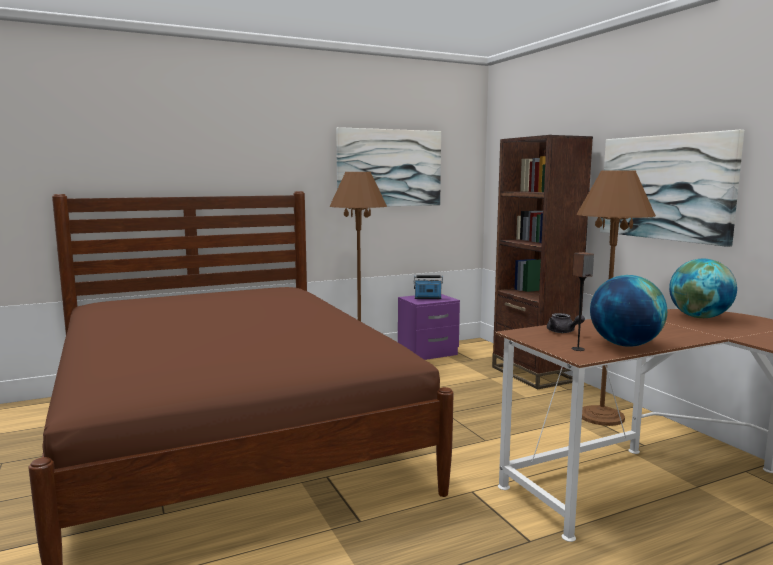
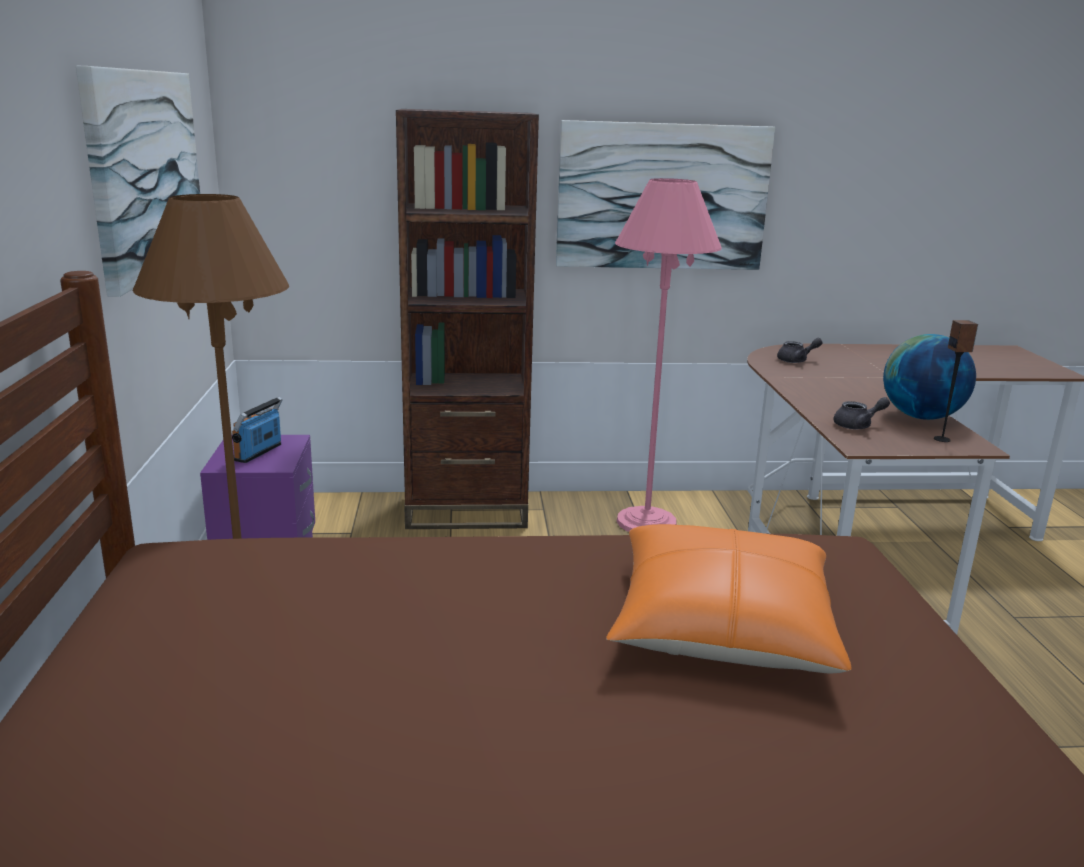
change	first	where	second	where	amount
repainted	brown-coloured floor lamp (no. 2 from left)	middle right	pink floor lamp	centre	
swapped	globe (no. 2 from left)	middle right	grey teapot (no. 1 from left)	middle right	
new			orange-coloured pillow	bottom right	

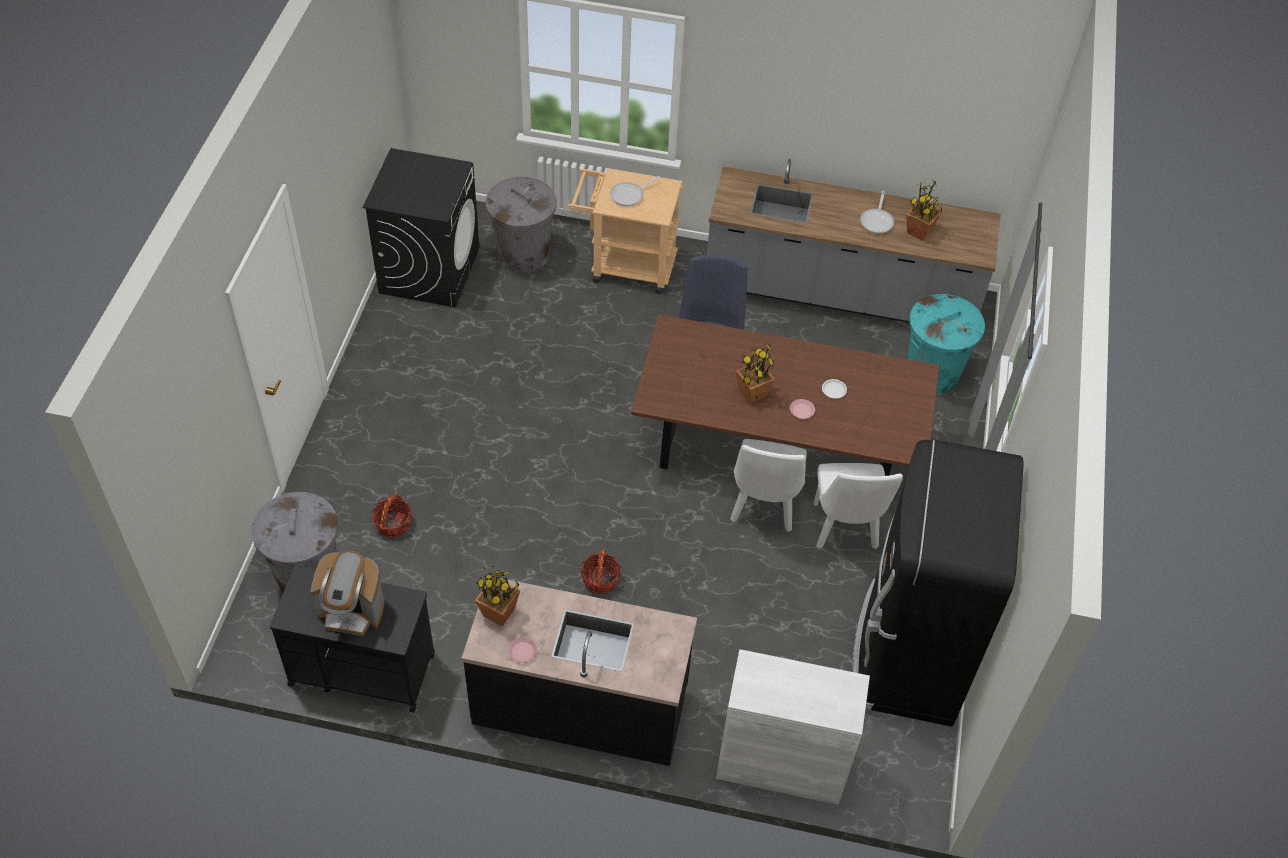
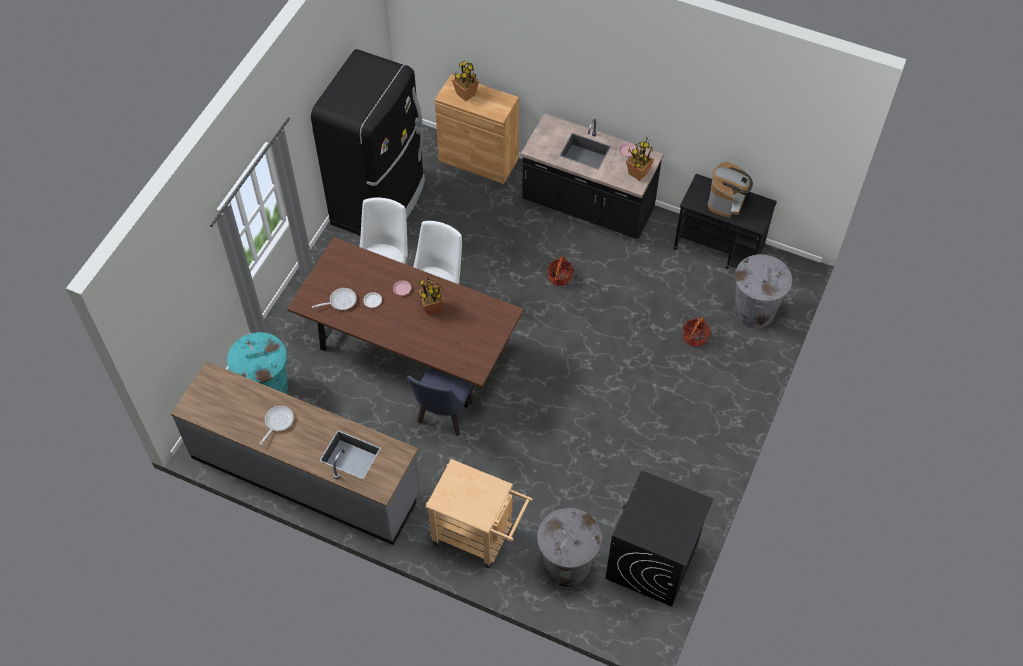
change	first	where	second	where	amount
rotated	coffee brewer	bottom left		top right	90 degrees clockwise
shifted	frying pan (no. 1 from left in the first image)	top centre	frying pan (no. 2 from left)	middle left	
repainted	white-coloured cupboard	bottom centre	brown-coloured cupboard	top centre	
shifted	houseplant (no. 3 from left in the first image)	top right	houseplant (no. 2 from left)	top centre	

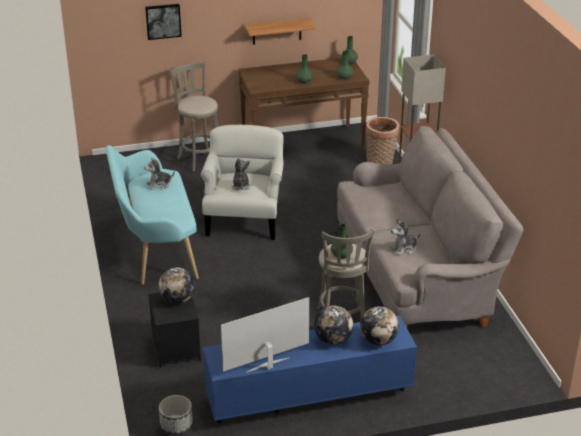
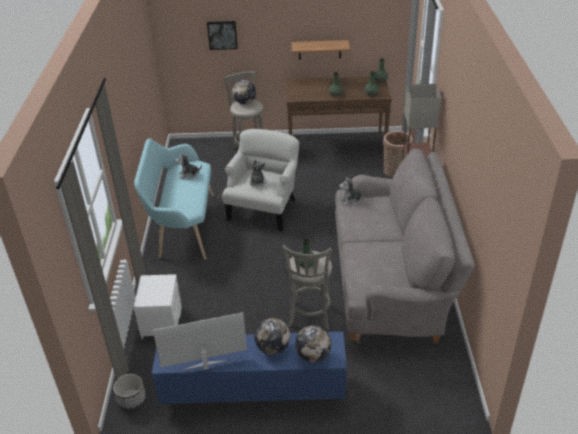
change	first	where	second	where	amount
repainted	black-coloured bedside table	bottom left	white-coloured bedside table	bottom left	
shifted	globe (no. 1 from left)	middle left		top centre	
shifted	plush toy (no. 3 from left)	middle right		centre	

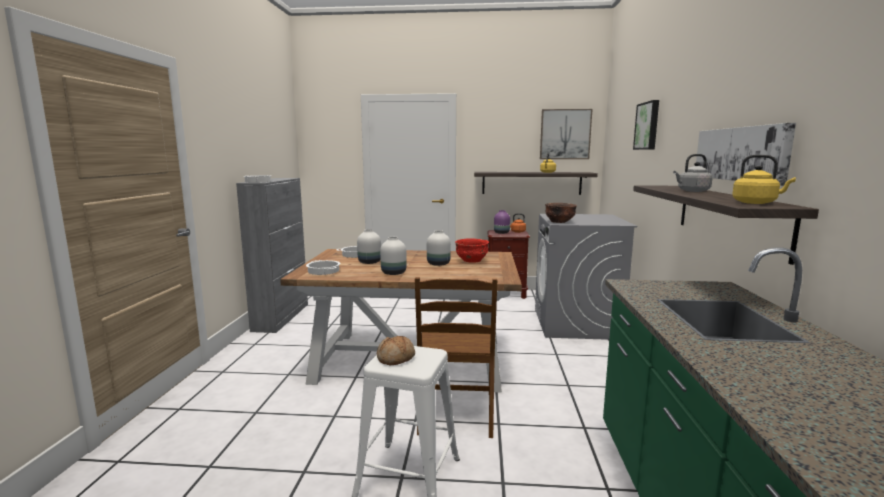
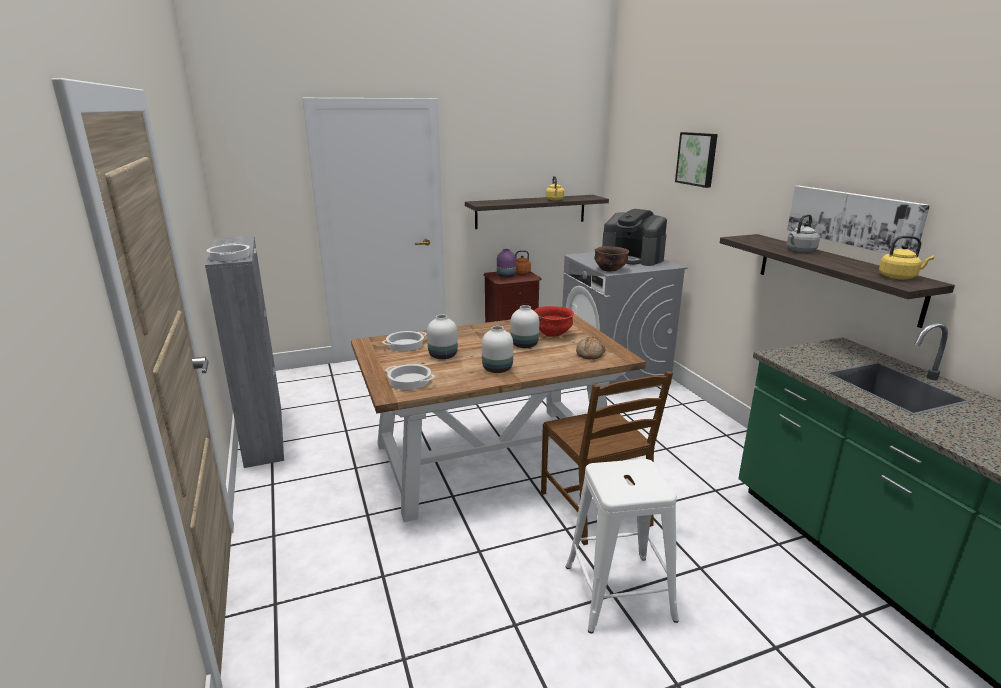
change	first	where	second	where	amount
shifted	baked bread	bottom centre		centre	
gone	wall picture (no. 1 from left)	top centre			
new			coffee brewer	centre	

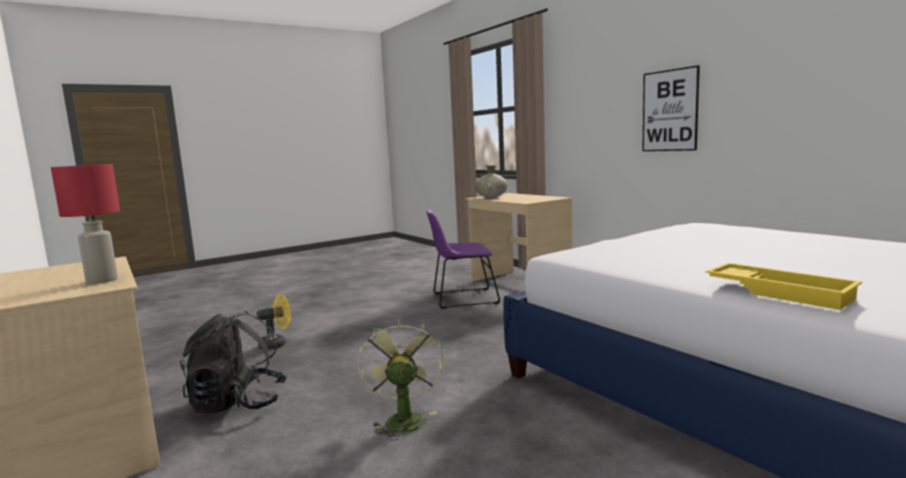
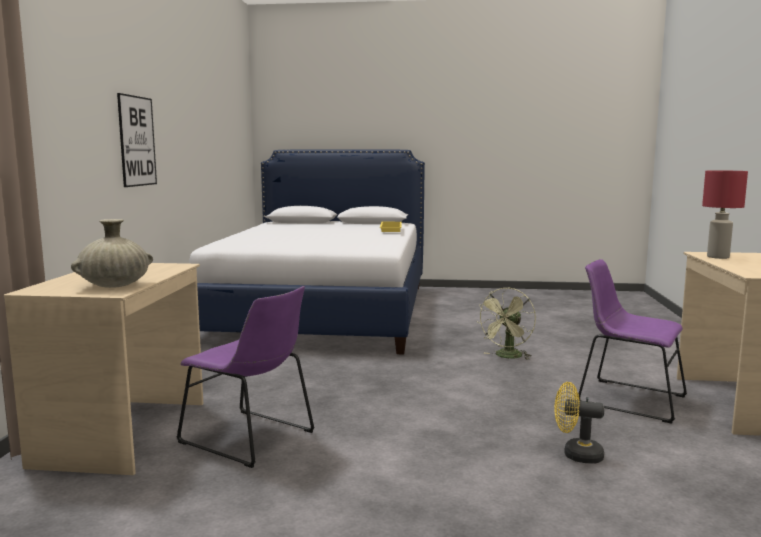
change	first	where	second	where	amount
swapped	black-coloured rucksack	bottom left	purple upright chair (no. 2 from left)	middle right	

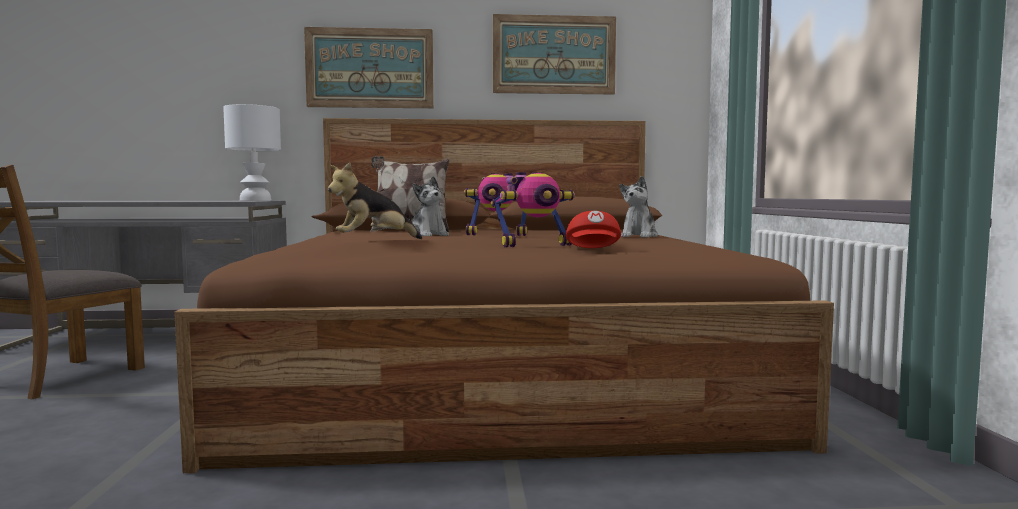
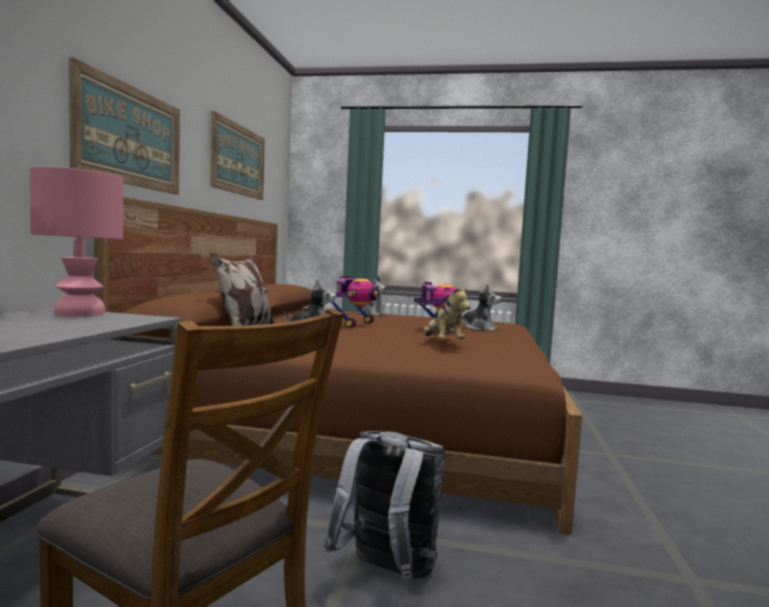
change	first	where	second	where	amount
repainted	white-coloured lamp for a table	top left	pink lamp for a table	middle left	
swapped	reddish cap	centre	plush toy (no. 4 from left)	centre	
new			grey rucksack	bottom centre	

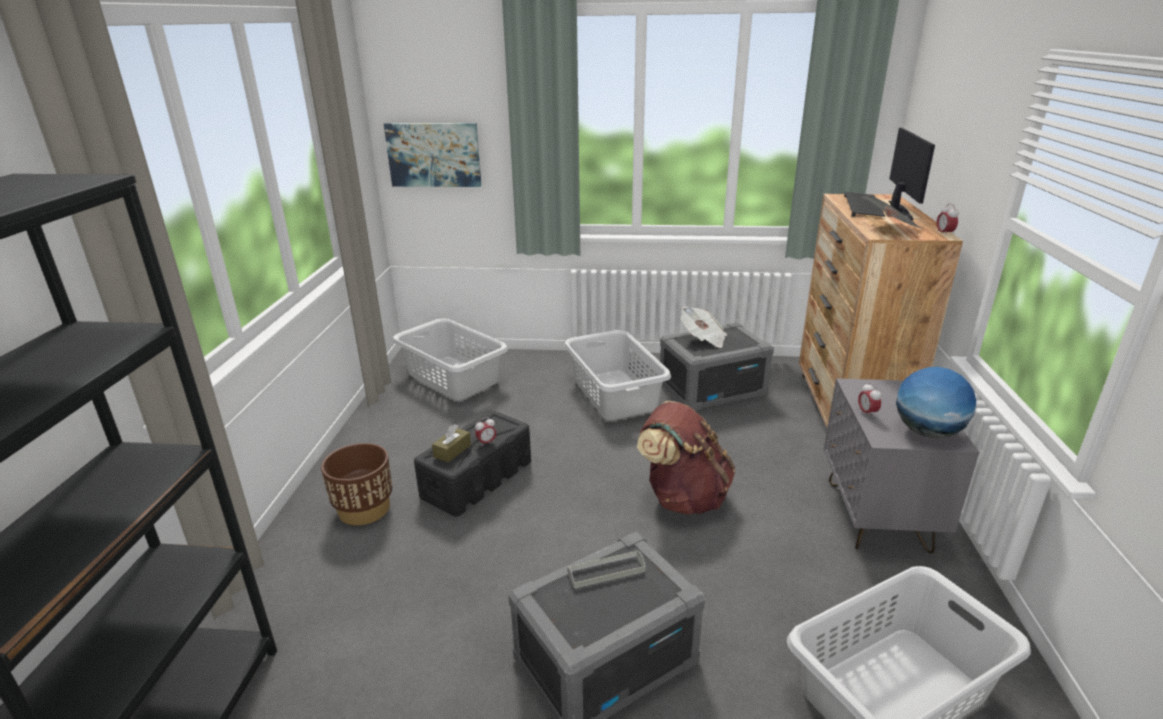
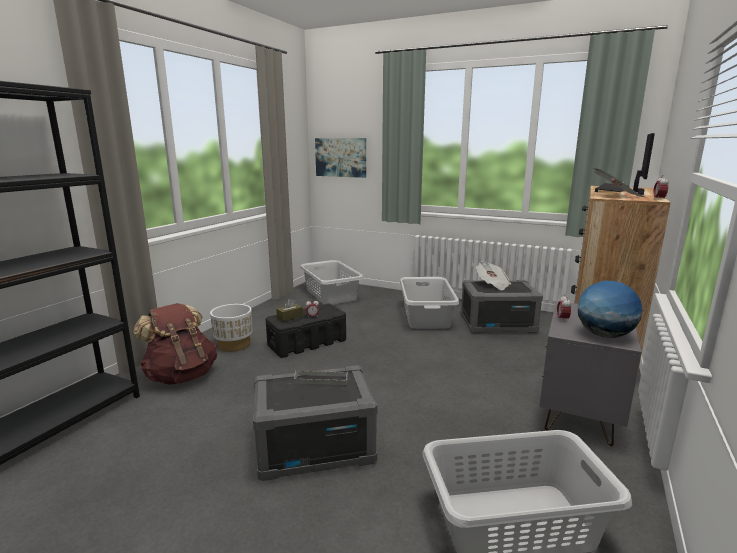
change	first	where	second	where	amount
repainted	brown-coloured flower pot	bottom left	white-coloured flower pot	middle left	
shifted	brown-coloured rucksack	centre		middle left	

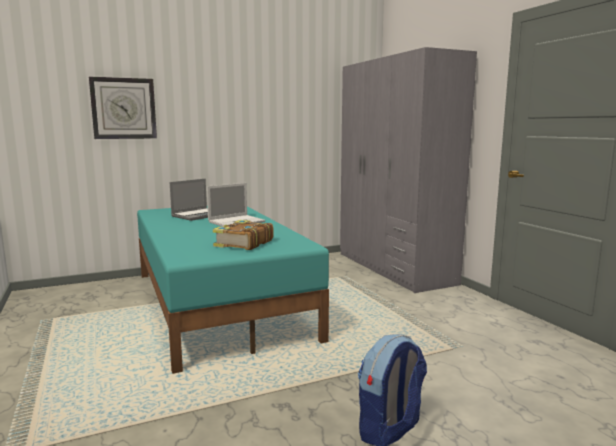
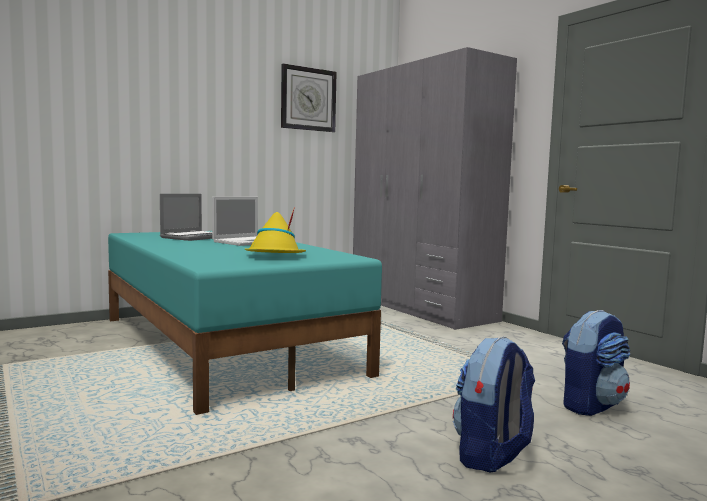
change	first	where	second	where	amount
shifted	wall clock	top left		top centre	
swapped	book	centre	yellow clothing hat	centre	
new			rucksack (no. 2 from left)	bottom right	

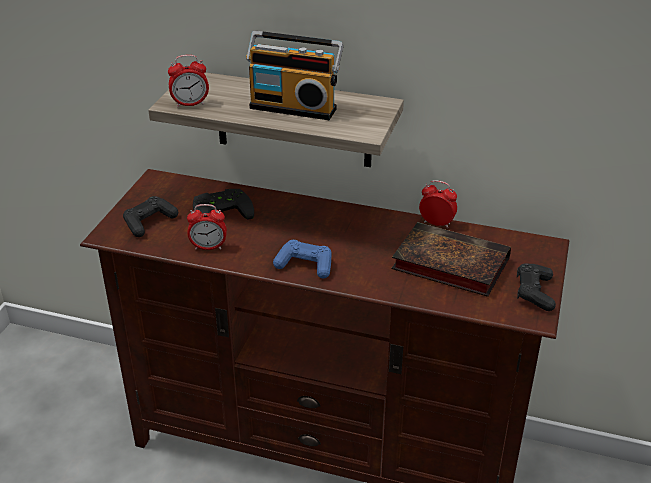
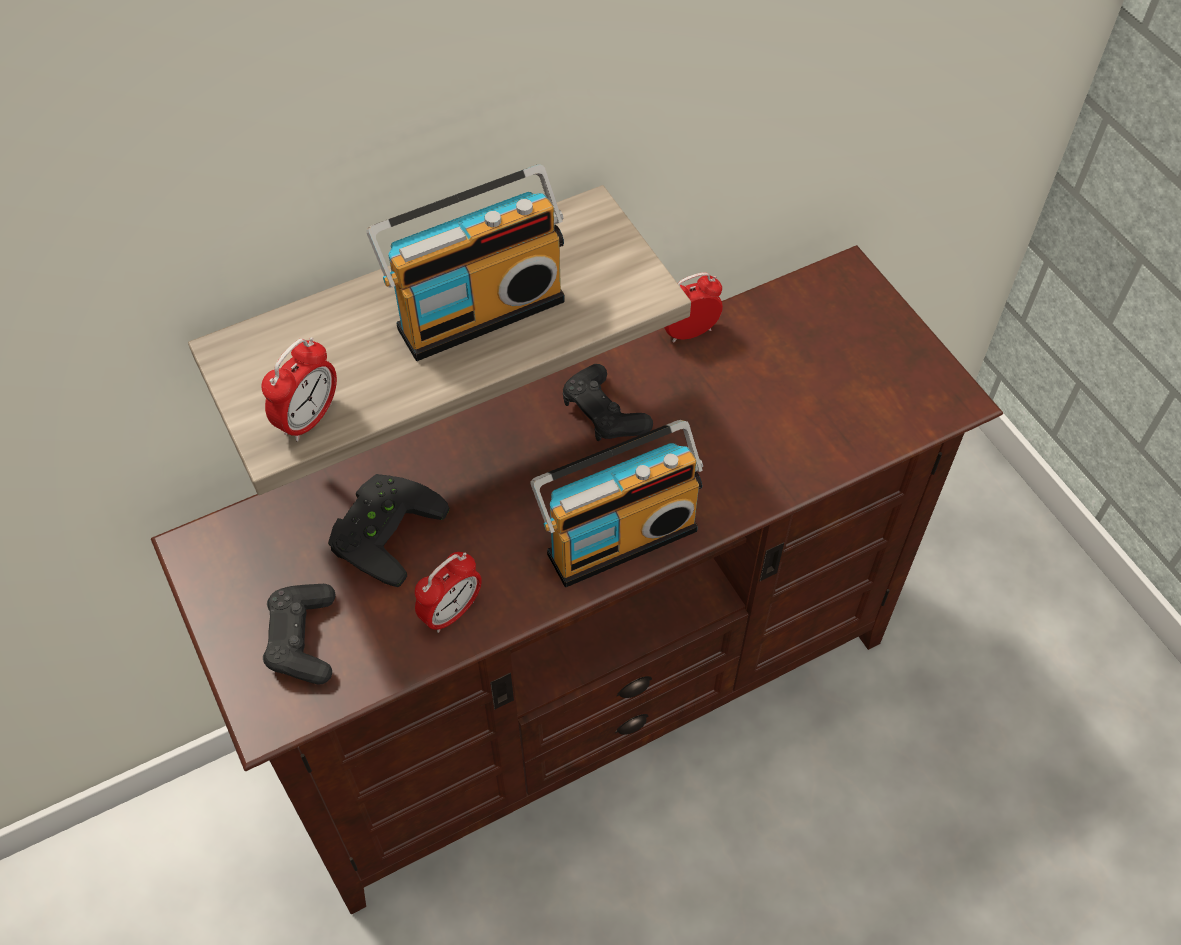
change	first	where	second	where	amount
swapped	blue-coloured gamepad	centre	radio (no. 2 from left)	centre	
gone	book	middle right			
shifted	black-coloured gamepad (no. 3 from left)	middle right		centre	

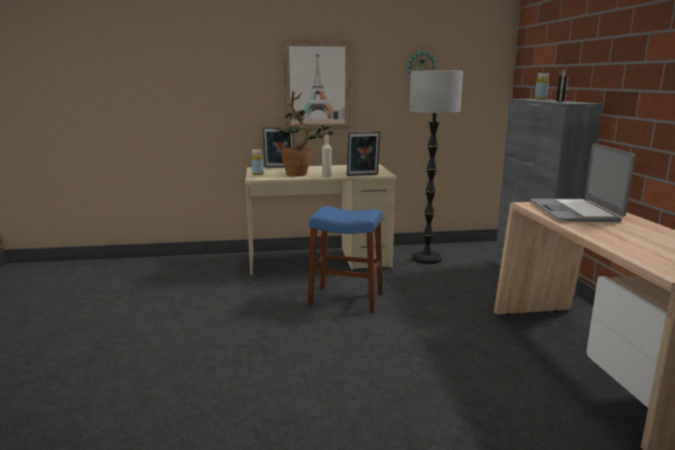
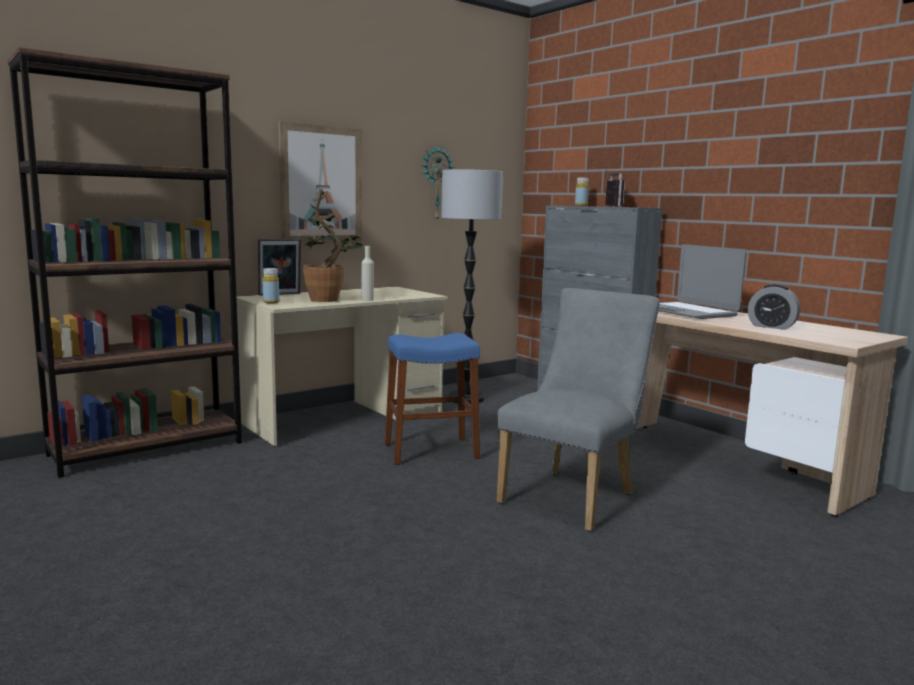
change	first	where	second	where	amount
gone	picture frame (no. 2 from left)	centre			
new			brown-coloured shelving unit	middle left	
new			grey upright chair	centre	
new			bedside clock	middle right	

